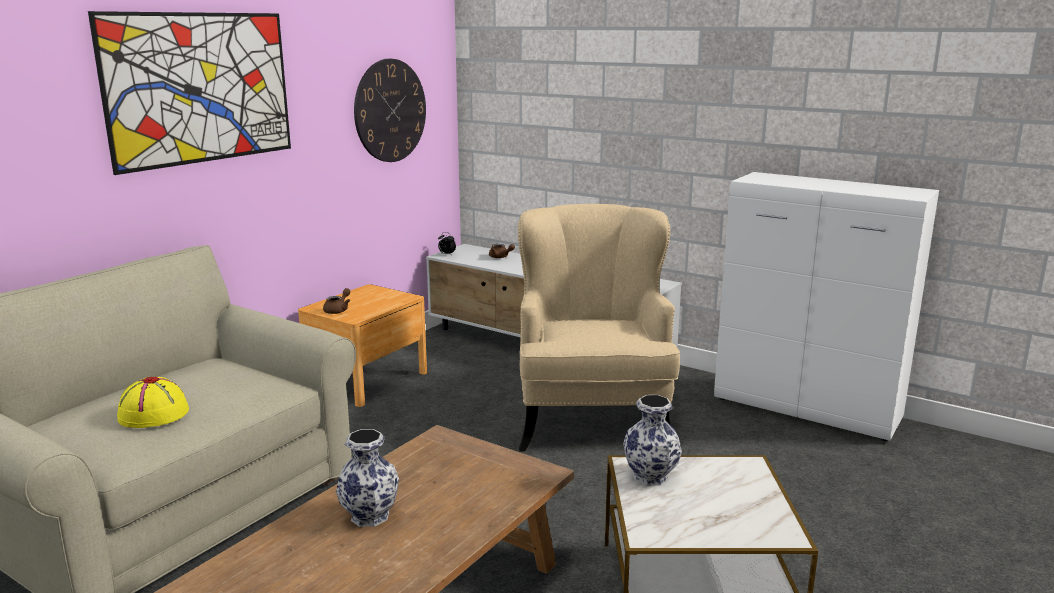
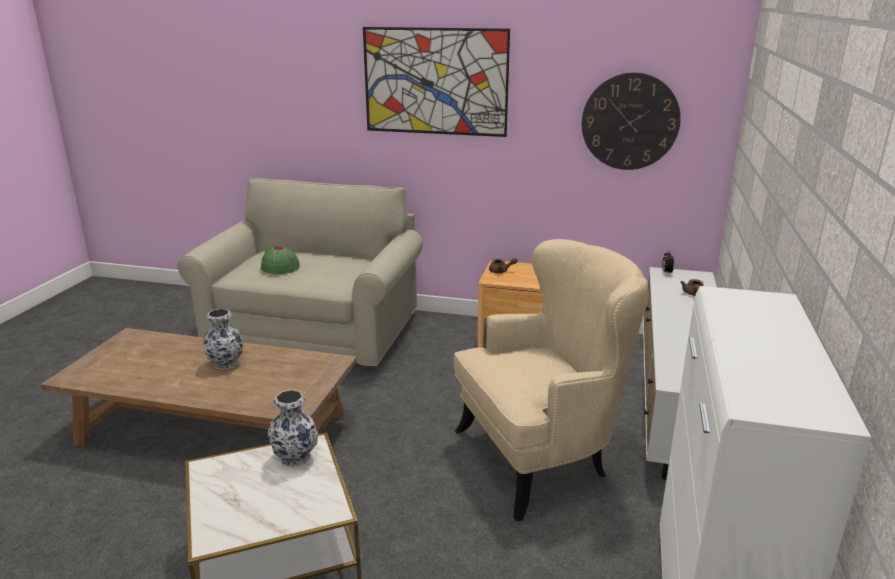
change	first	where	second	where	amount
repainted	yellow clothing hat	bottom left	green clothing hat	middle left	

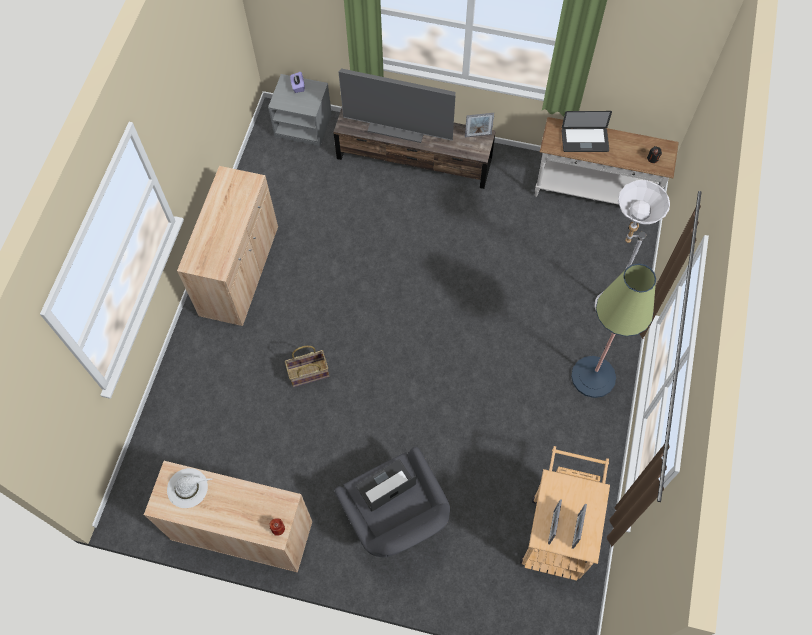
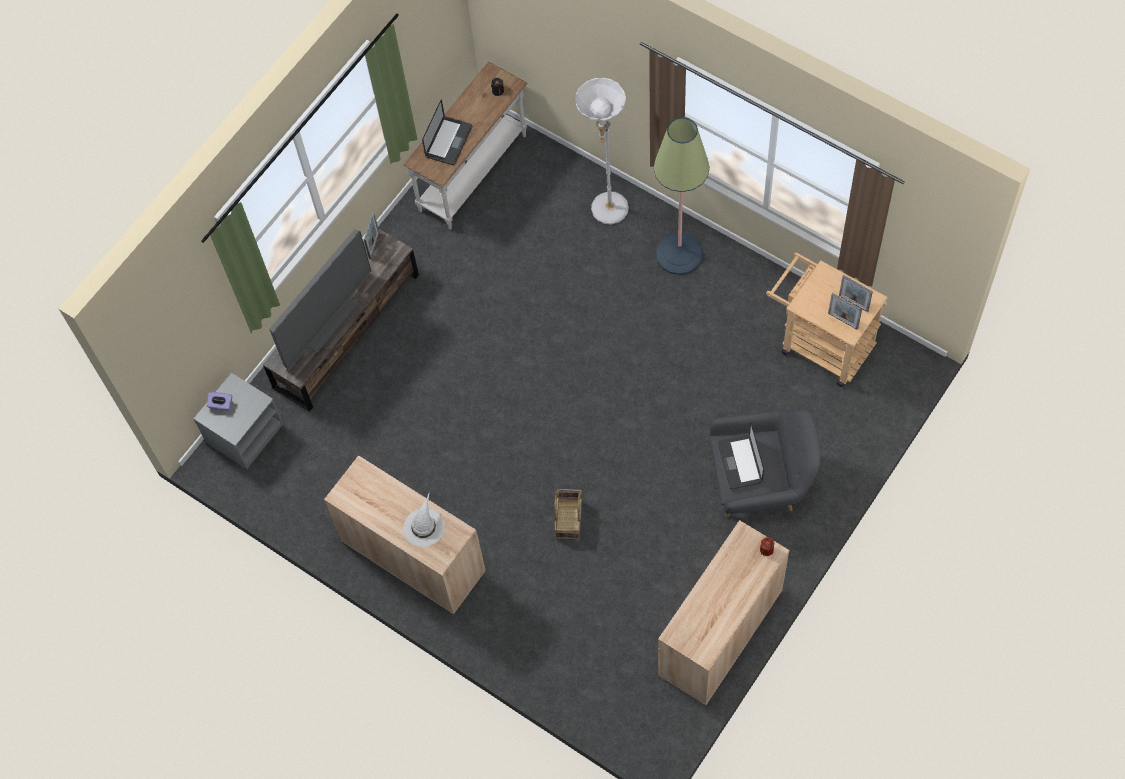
change	first	where	second	where	amount
shifted	white-coloured clothing hat	bottom left		bottom centre	

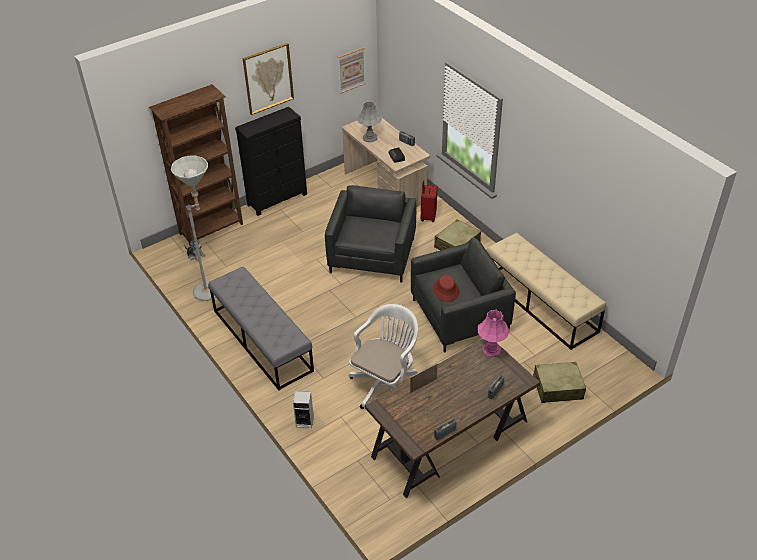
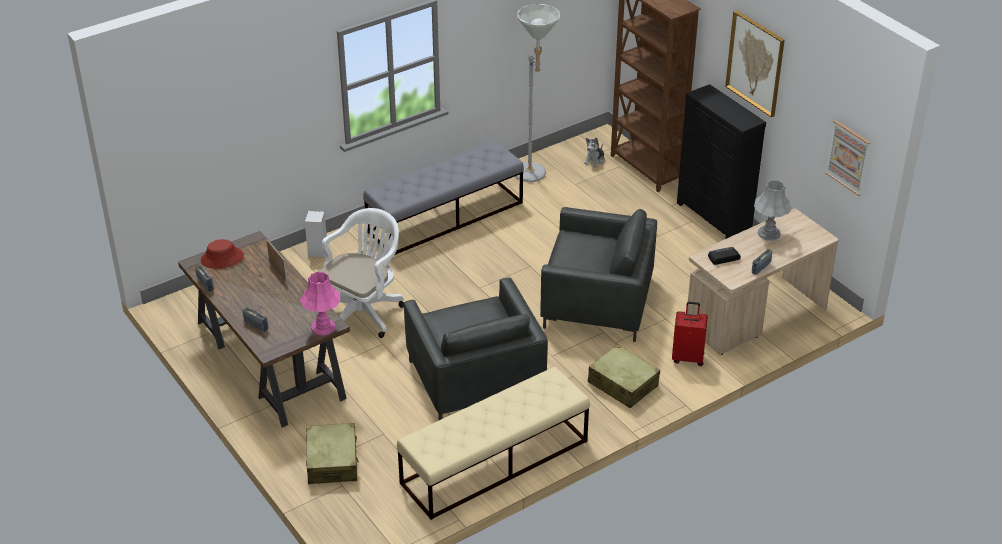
change	first	where	second	where	amount
rotated	white-coloured computer chair	centre		centre	90 degrees counterclockwise
shifted	reddish clothing hat	centre		middle left	

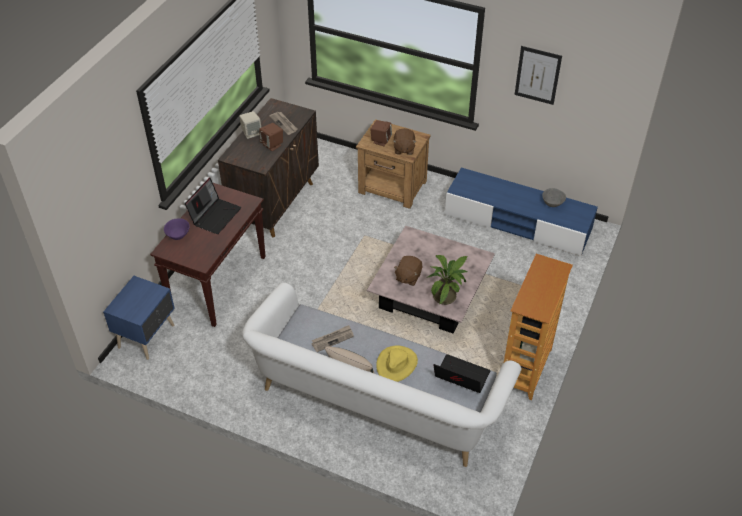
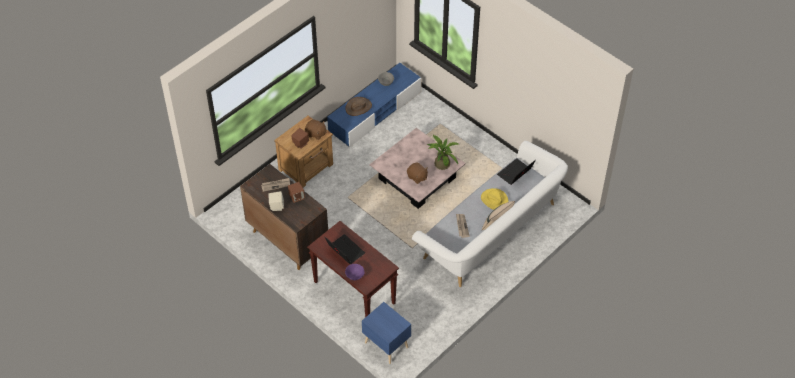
change	first	where	second	where	amount
gone	shelving unit	middle right			
gone	wall picture	top right			
new			brown-coloured clothing hat	top centre	

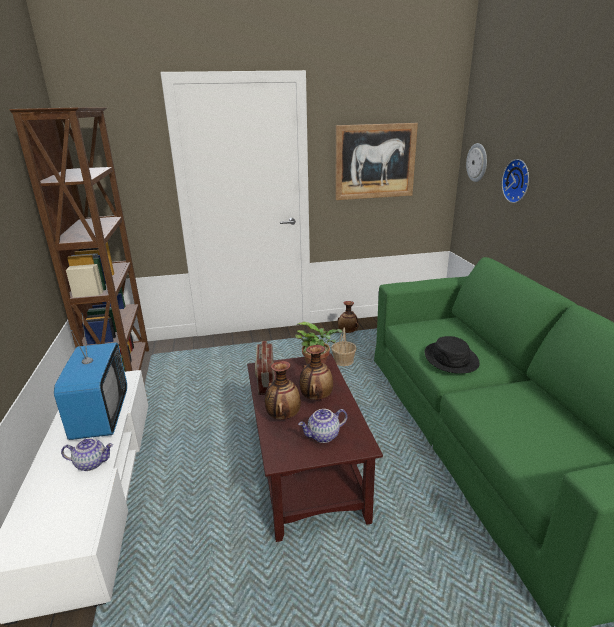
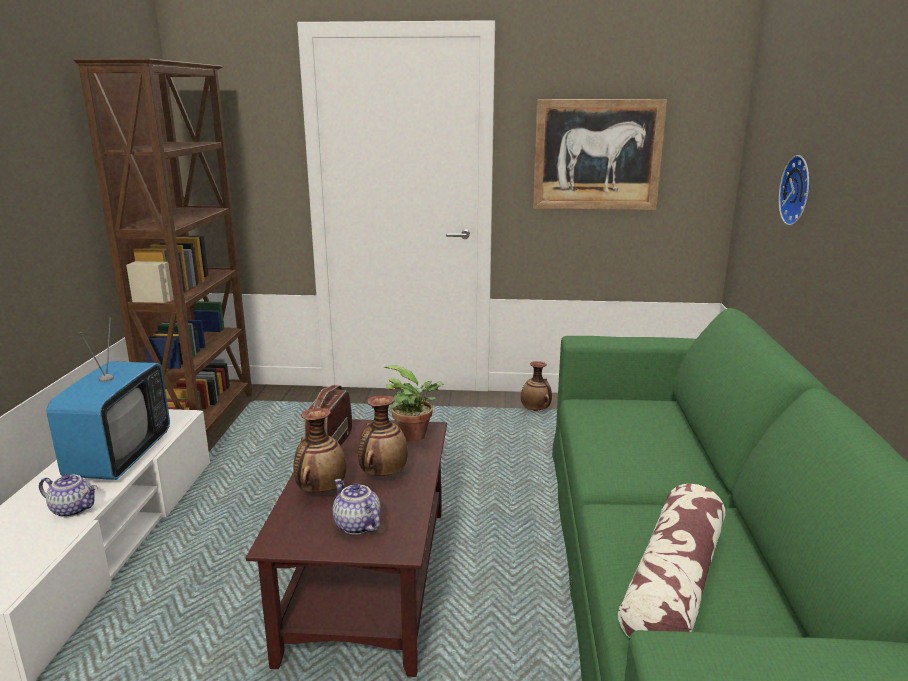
change	first	where	second	where	amount
rotated	teapot (no. 2 from left)	bottom centre		bottom centre	60 degrees clockwise
gone	storage basket	centre			
gone	black-coloured clothing hat	middle right			
gone	wall clock (no. 1 from left)	top right			
new			pillow	bottom right	

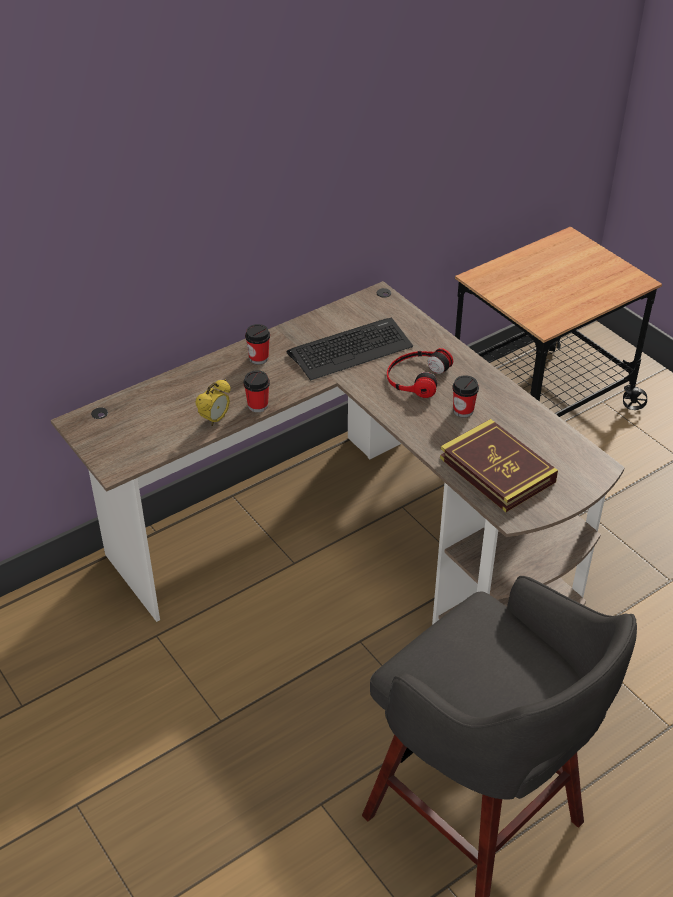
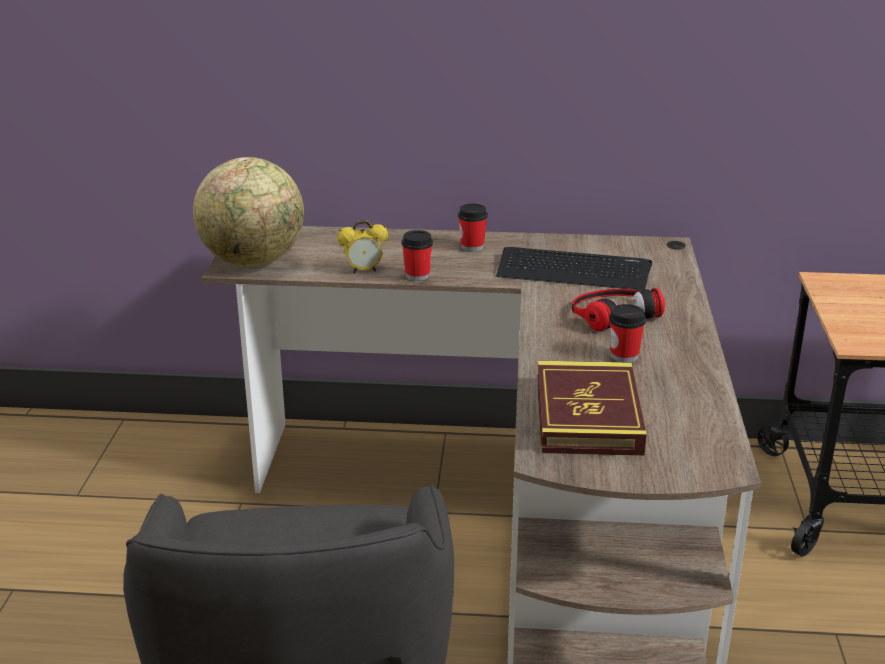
change	first	where	second	where	amount
new			globe	top left	

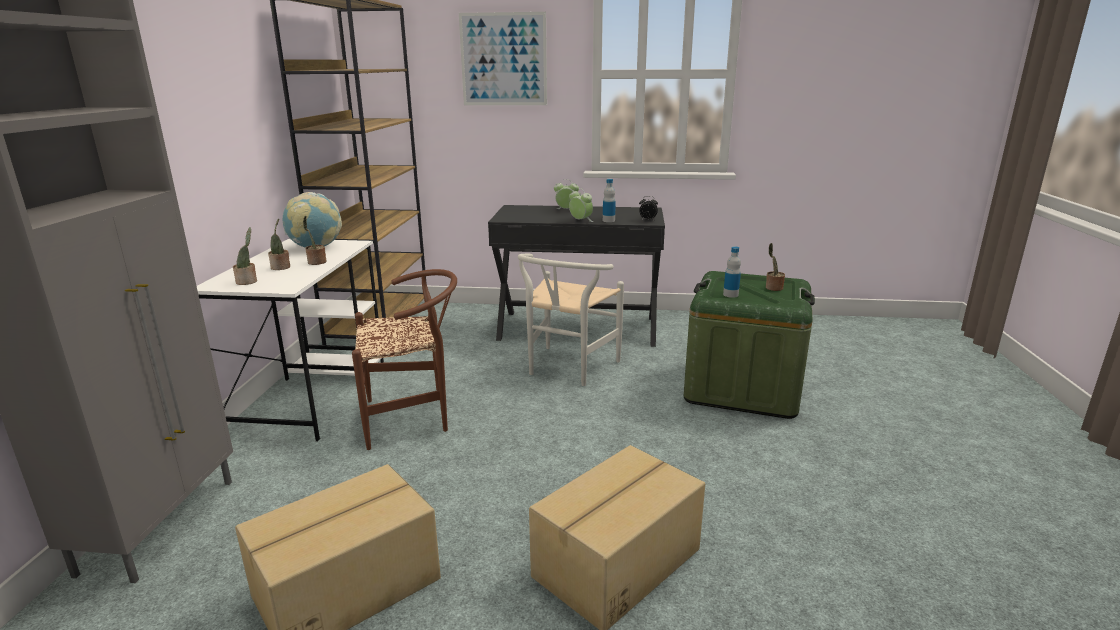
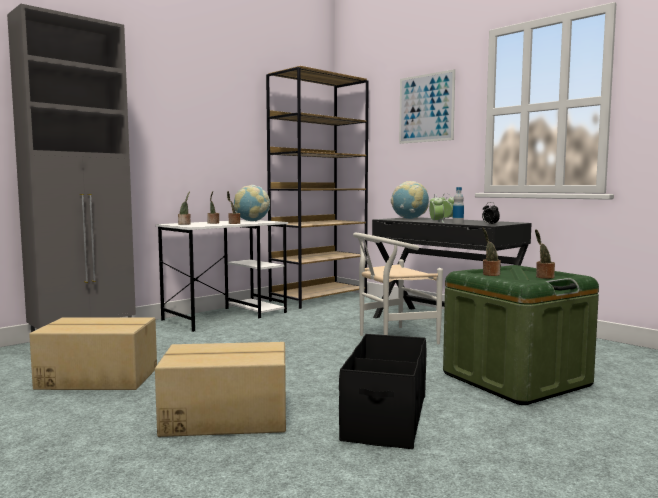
change	first	where	second	where	amount
gone	brown-coloured upright chair	centre			
swapped	beverage bottle (no. 2 from left)	centre	houseplant (no. 4 from left)	middle right	
new			black-coloured storage container	bottom centre	
new			globe (no. 2 from left)	centre	

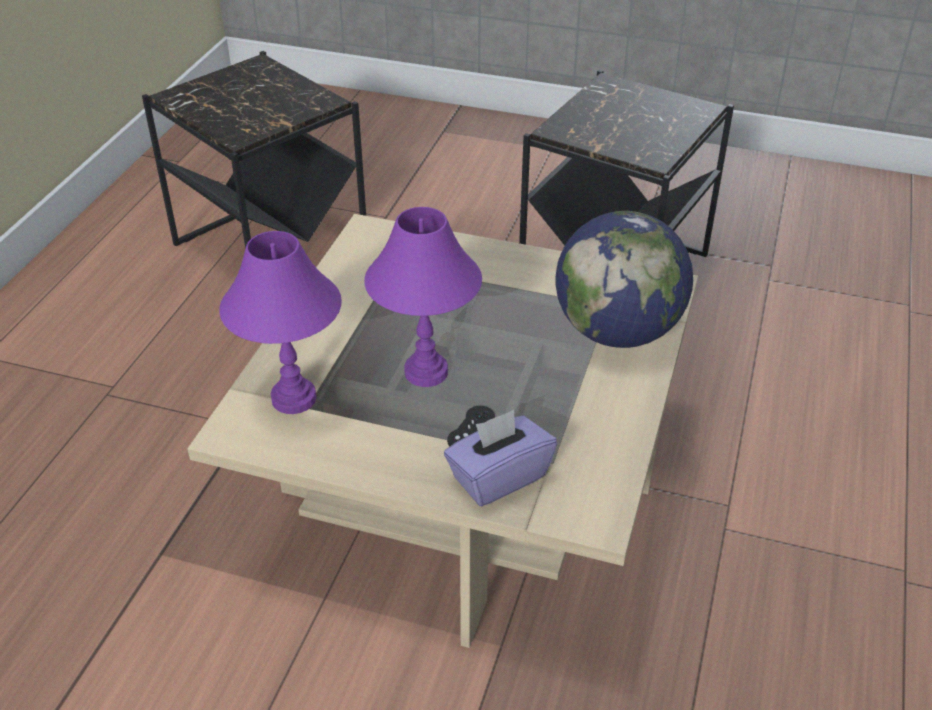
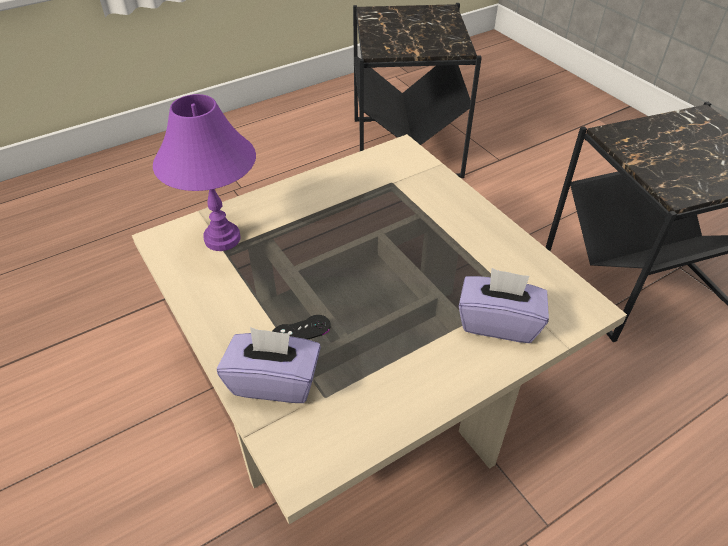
change	first	where	second	where	amount
gone	purple lamp for a table (no. 2 from left)	centre			
swapped	globe	middle right	purple box of tissues (no. 2 from left)	middle right	

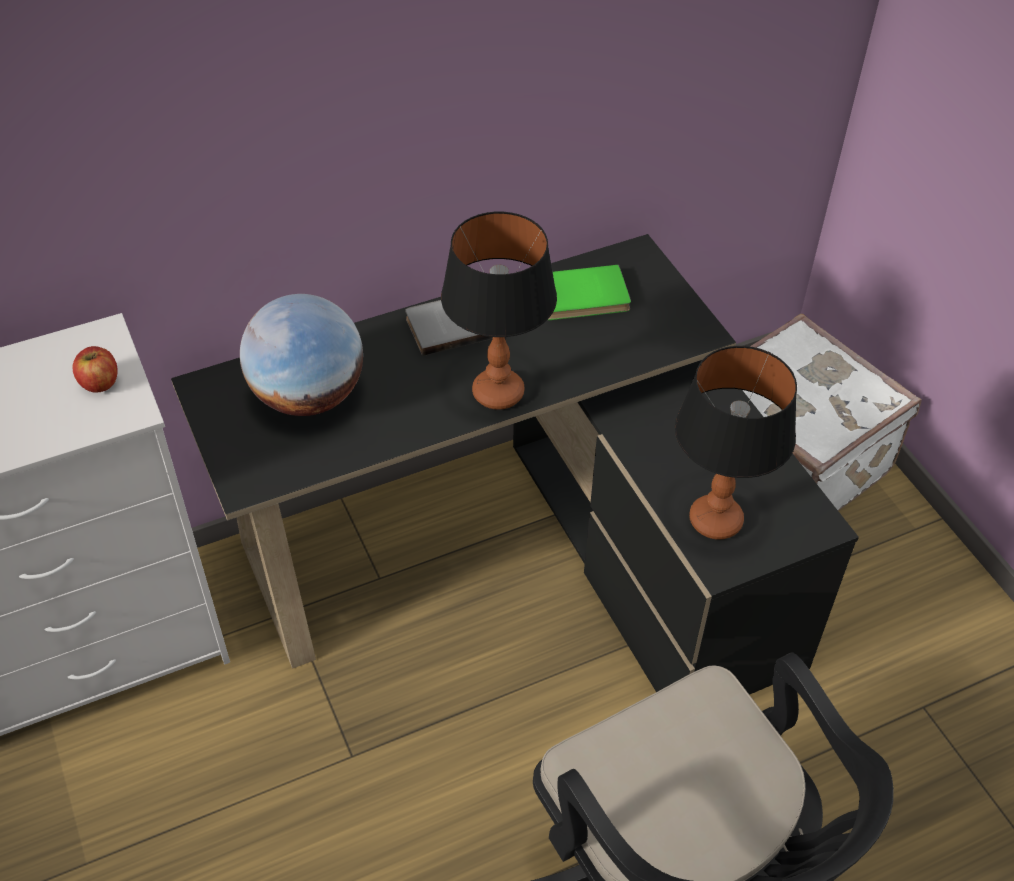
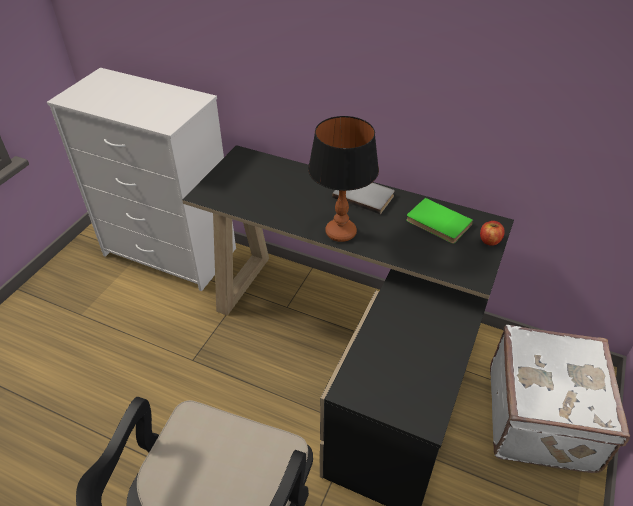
change	first	where	second	where	amount
shifted	apple	middle left		middle right	
gone	globe	middle left			
gone	lamp for a table (no. 2 from left)	middle right			

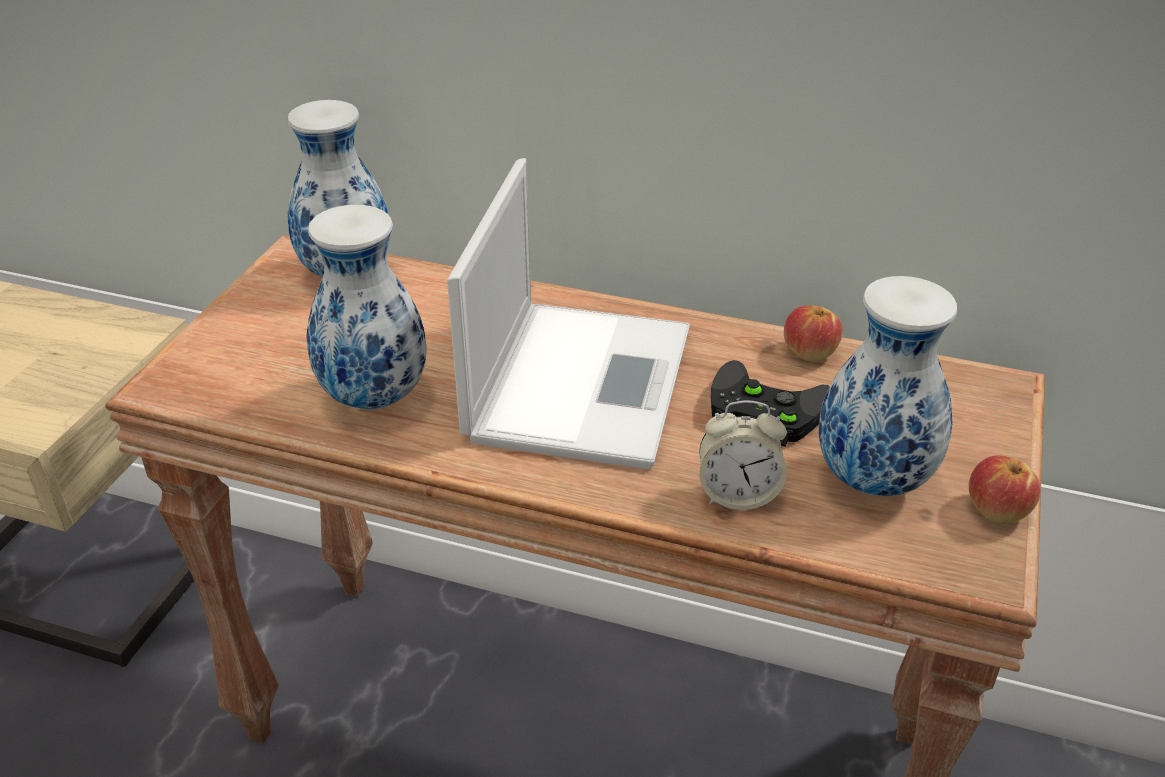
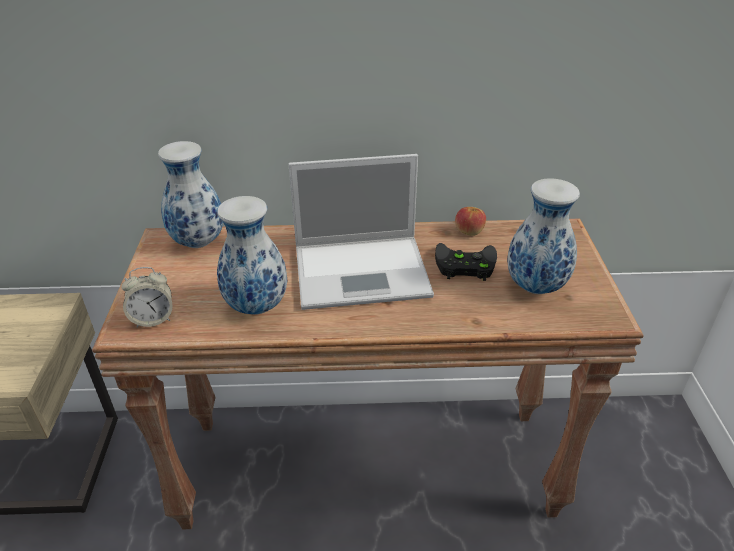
change	first	where	second	where	amount
rotated	laptop	centre		centre	90 degrees clockwise
shifted	bedside clock	centre		middle left	
gone	apple (no. 2 from left)	middle right			

